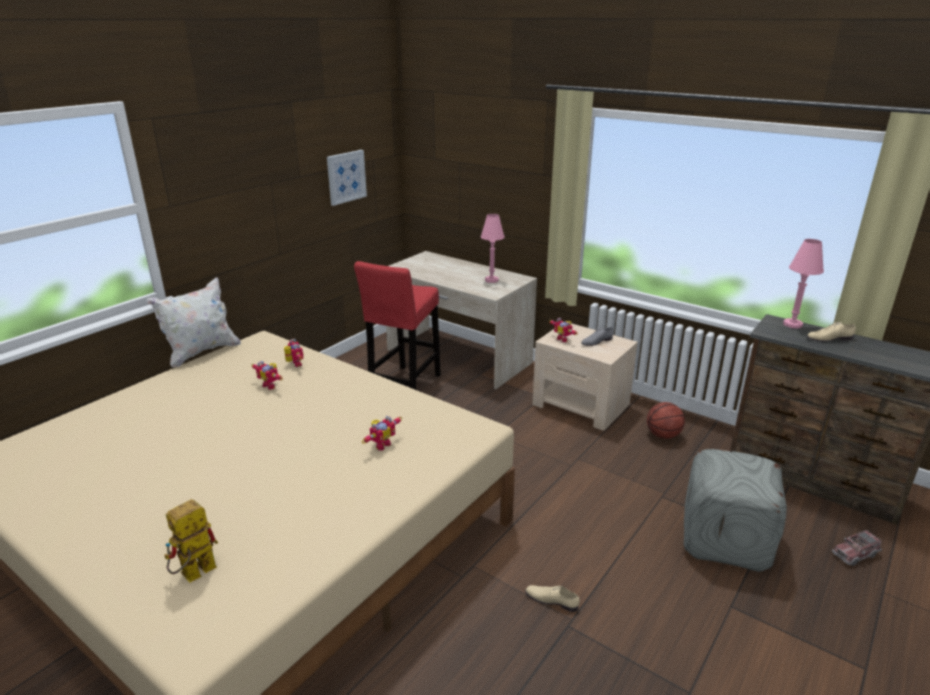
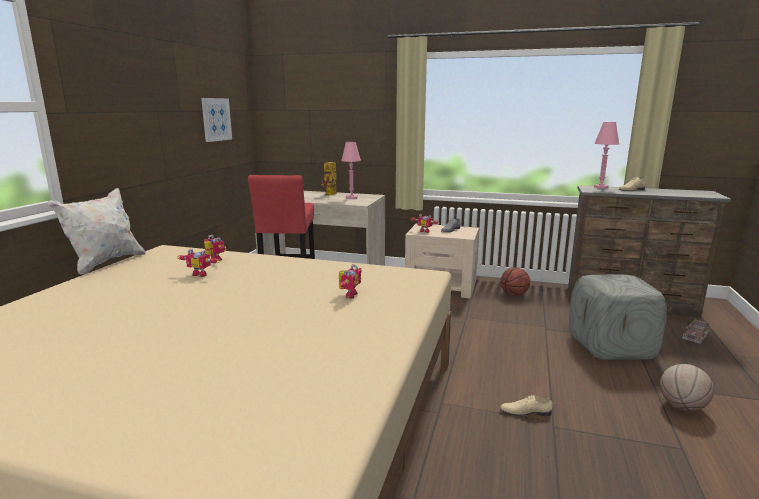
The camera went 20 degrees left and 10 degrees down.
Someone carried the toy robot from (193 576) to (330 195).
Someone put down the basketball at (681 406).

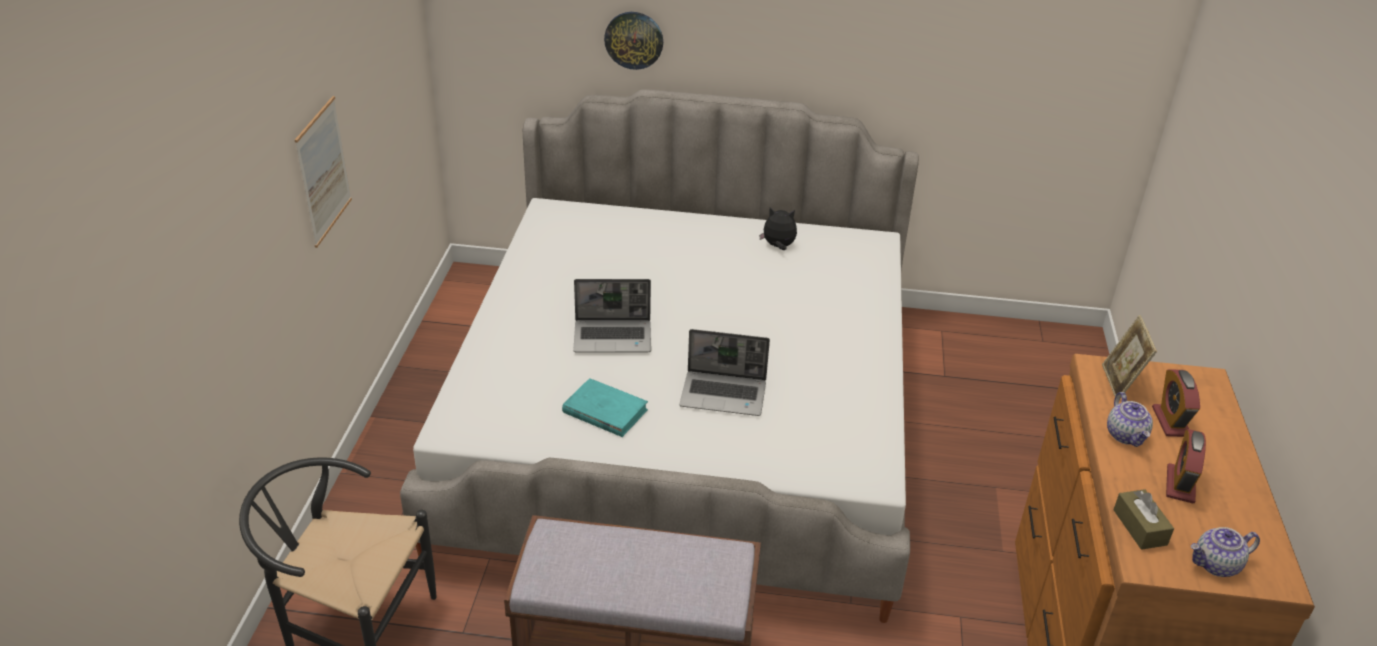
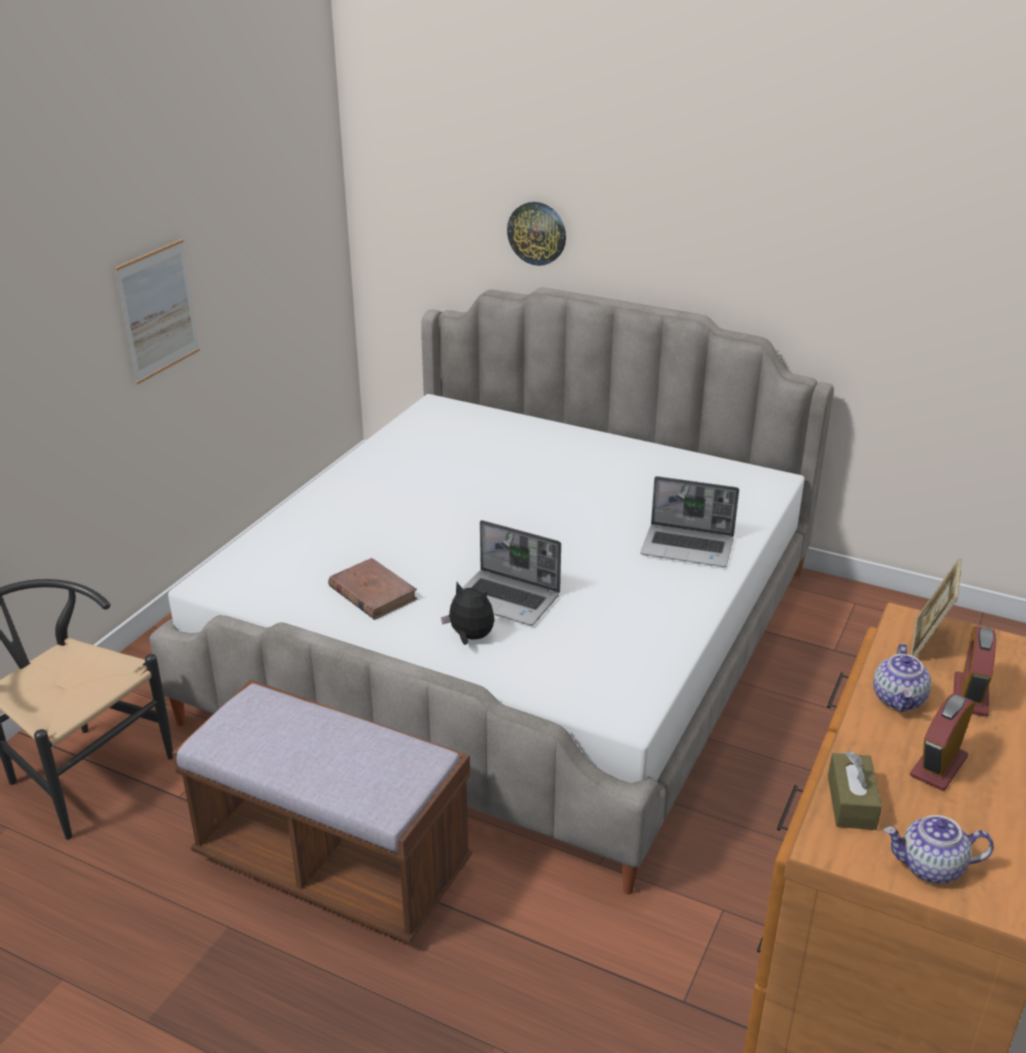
The camera went 20 degrees right and 5 degrees down.
Someone repainted the turquoise book at (604 411), which became the brown book at (372 593).
Someone carried the laptop from (613 337) to (688 547).
Someone carried the plush toy from (778 246) to (470 637).

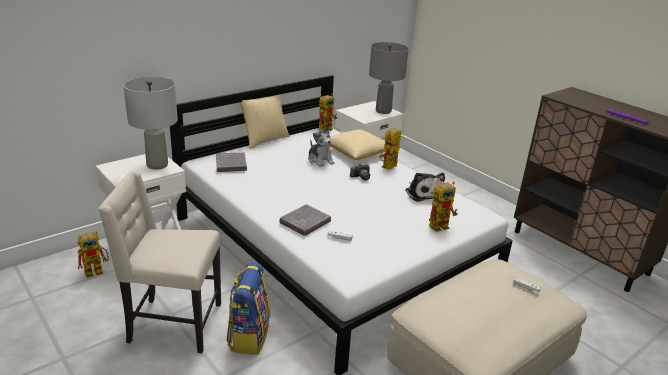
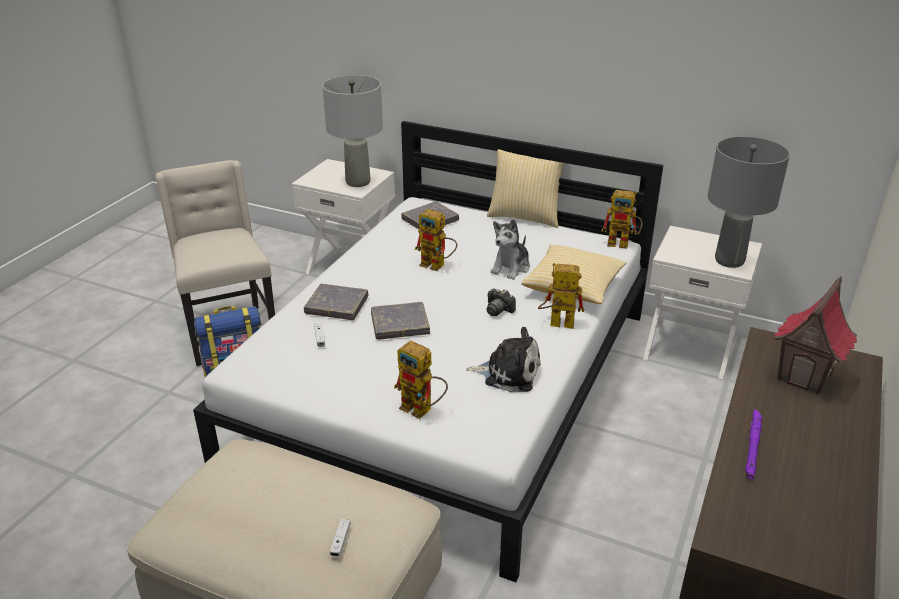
The camera went 65 degrees right and 5 degrees up.
Someone carried the toy robot from (97 270) to (437 265).
Someone rotated the plush toy at (423 193) by 120 degrees counterclockwise.
Someone put down the grey book at (400 324).
Someone put down the toy house at (804 377).

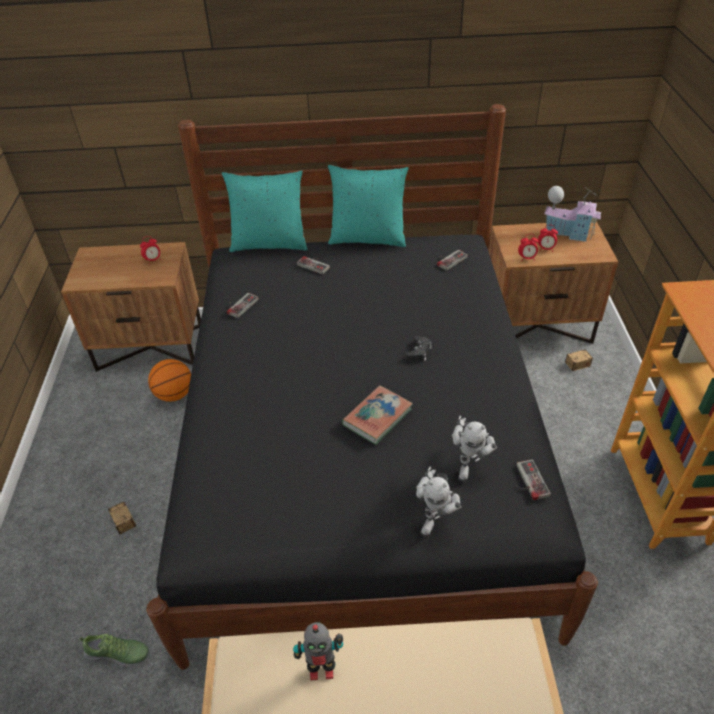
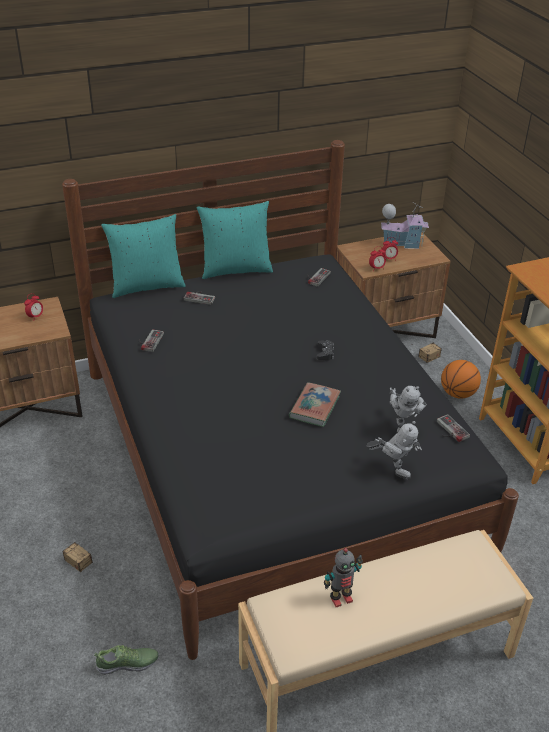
The camera went 20 degrees left and 5 degrees down.
Someone carried the basketball from (174 394) to (458 393).
Someone rotated the toy robot at (436 518) by 60 degrees counterclockwise.

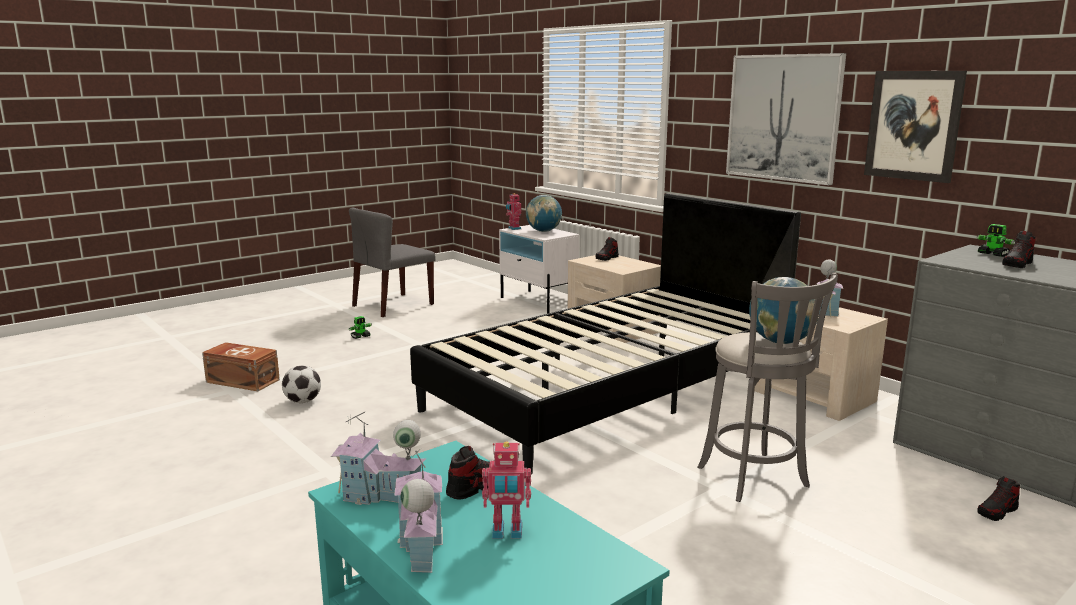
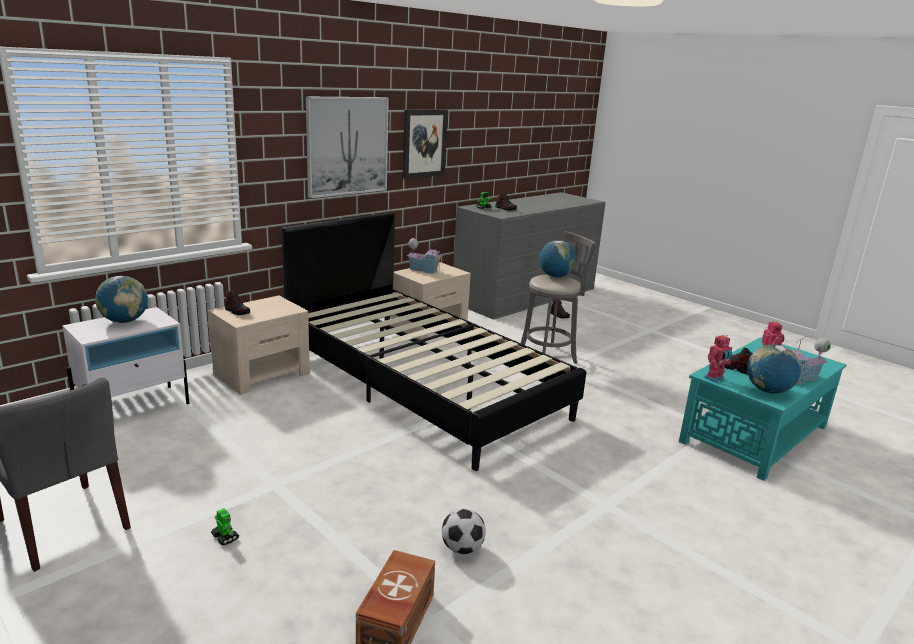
The camera went 95 degrees left and 5 degrees up.
Someone swapped the toy house at (379 495) for the globe at (768 391).
Someone carried the toy robot from (513 228) to (715 379).

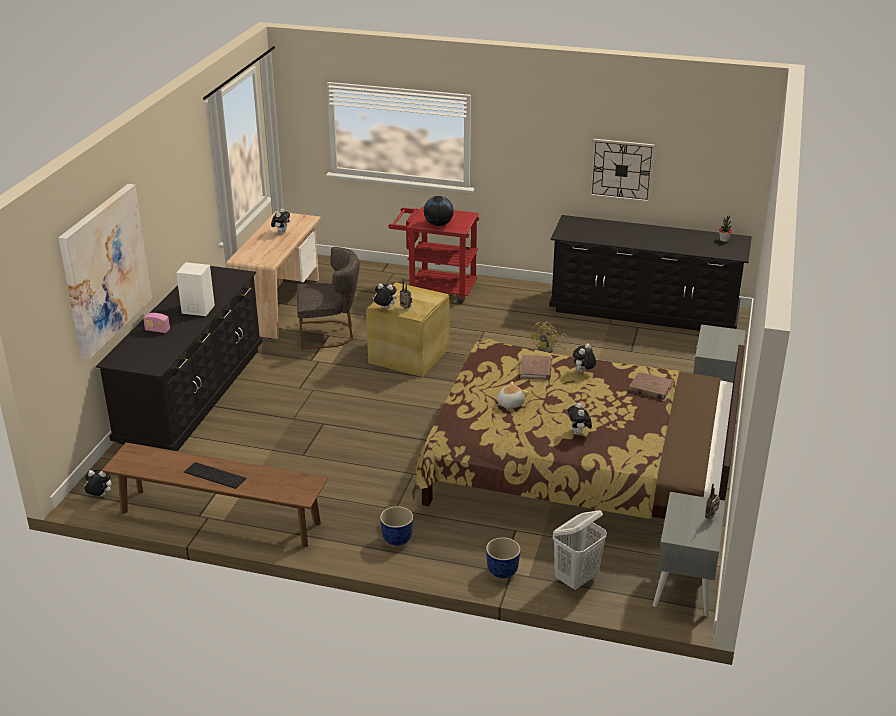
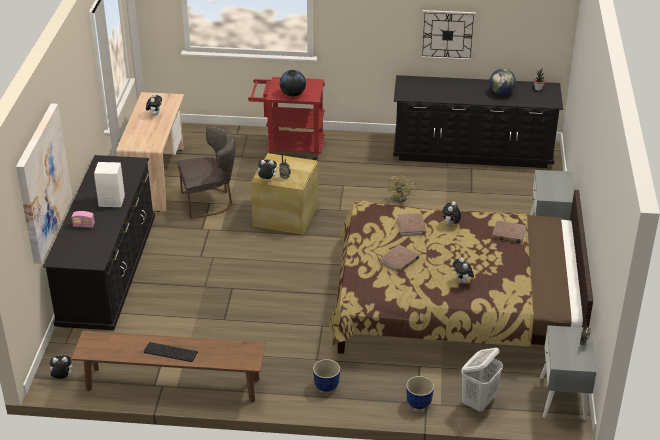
The camera went 10 degrees left and 5 degrees up.
Someone swapped the plush toy at (510 403) for the brown book at (399 260).
Someone put down the globe at (501 93).

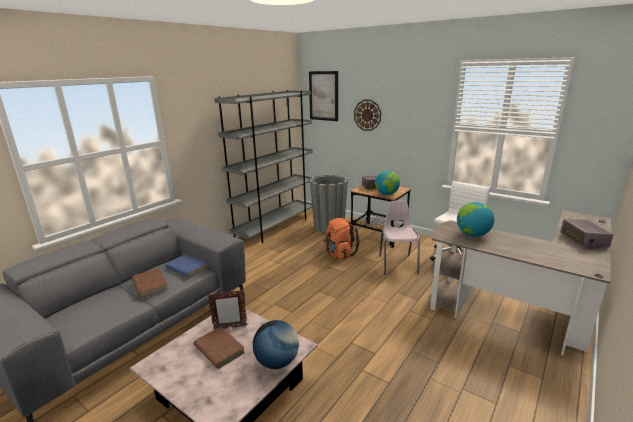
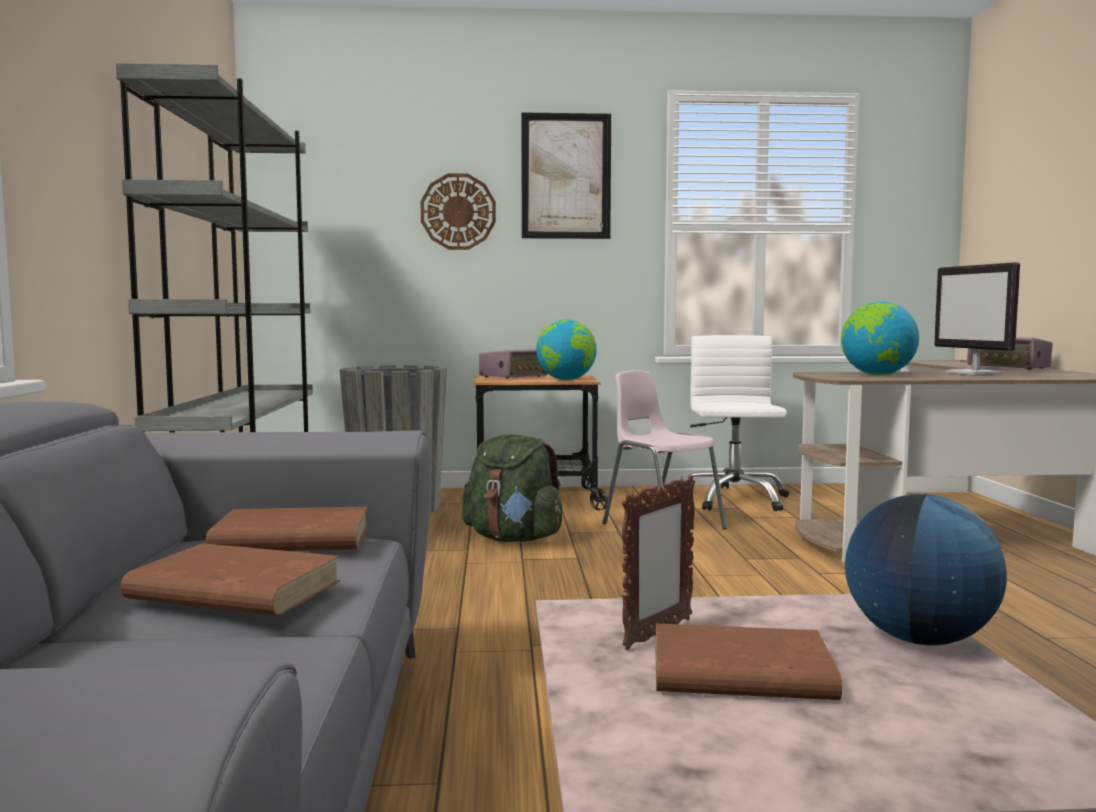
The camera went 40 degrees left and 15 degrees down.
Someone repainted the blue book at (186 267), which became the brown book at (290 540).
Someone carried the picture from (323 96) to (566 176).
Someone repainted the orange backpack at (339 255), which became the green backpack at (513 539).
Someone put down the monitor at (974 374).

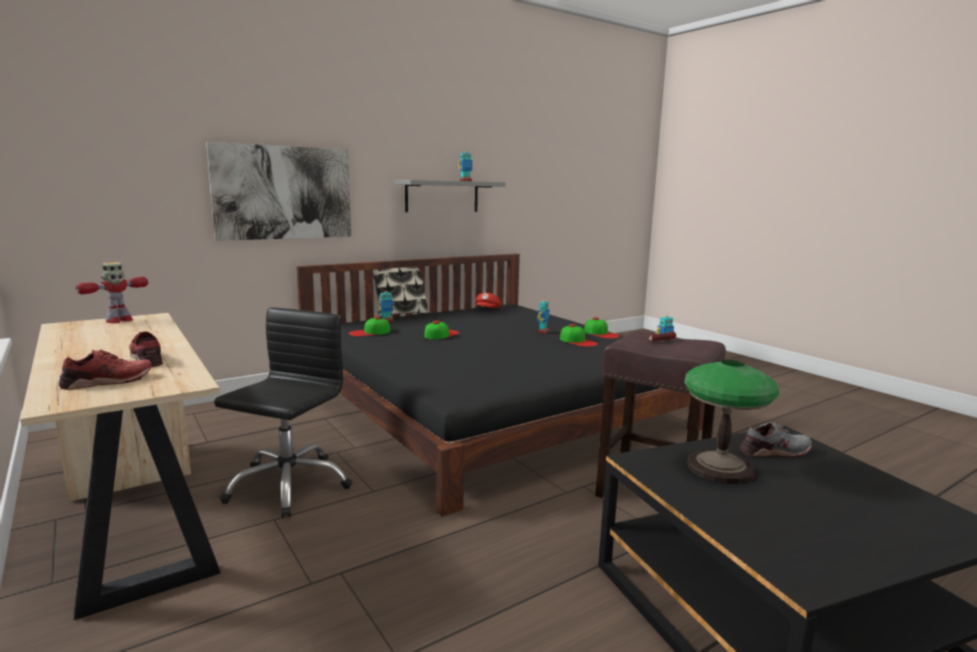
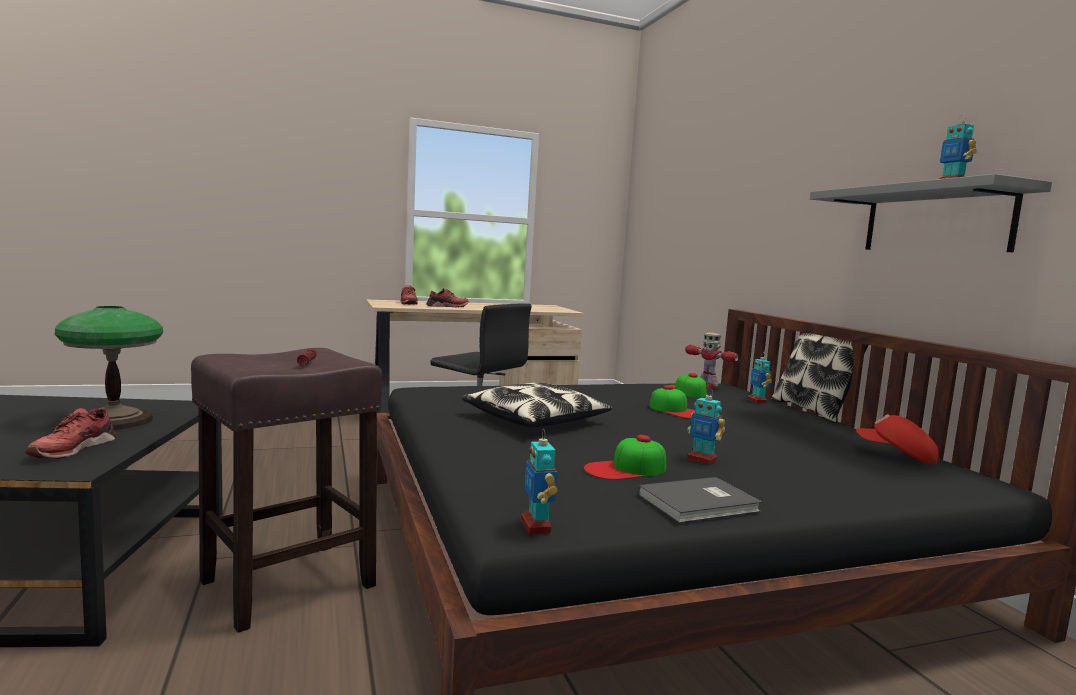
The camera went 105 degrees right and 5 degrees down.
Someone carried the toy robot from (119 320) to (706 386).
Someone took away the picture at (284 192).
Someone swapped the cap at (601 333) for the grey book at (701 504).
Someone repainted the grey shoe at (775 451), which became the red shoe at (72 449).
Someone put down the pillow at (535 419).

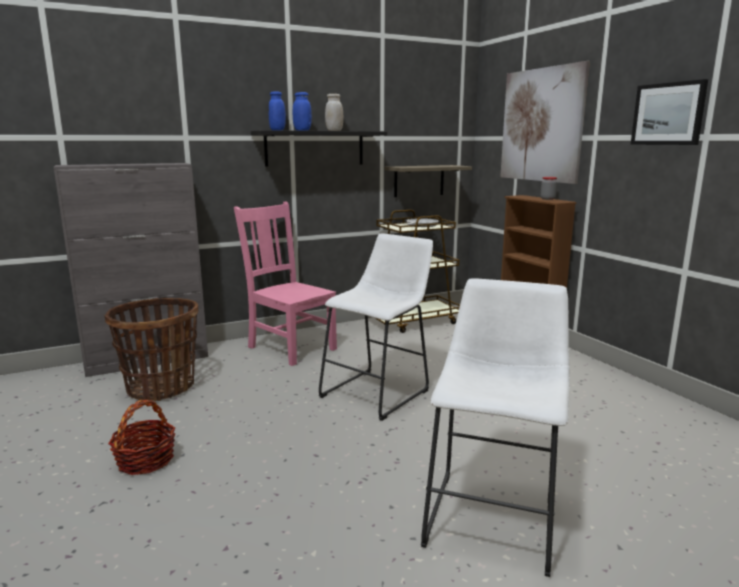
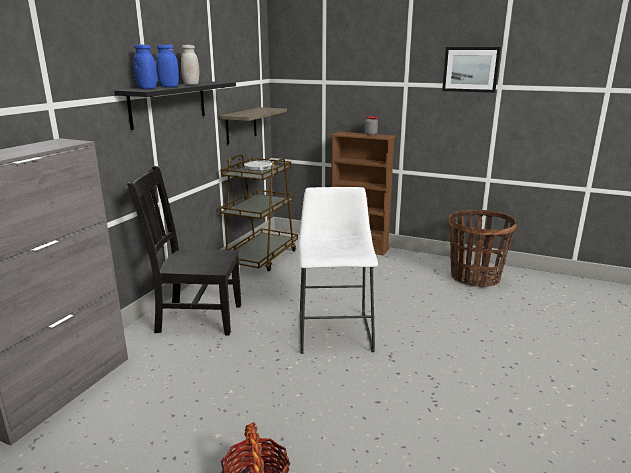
The camera went 40 degrees left and 5 degrees up.
Someone carried the basket from (161 388) to (474 277).
Someone repainted the pink chair at (290 347), which became the black chair at (196 318).
Someone took away the white stool at (493 514).
Someone took away the picture at (541 125).

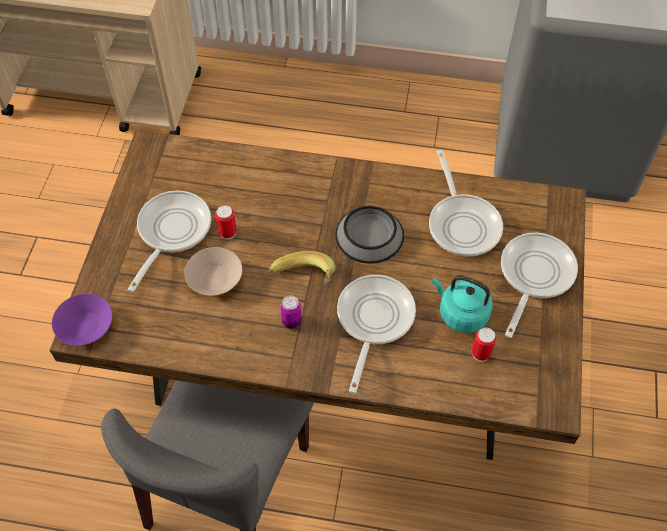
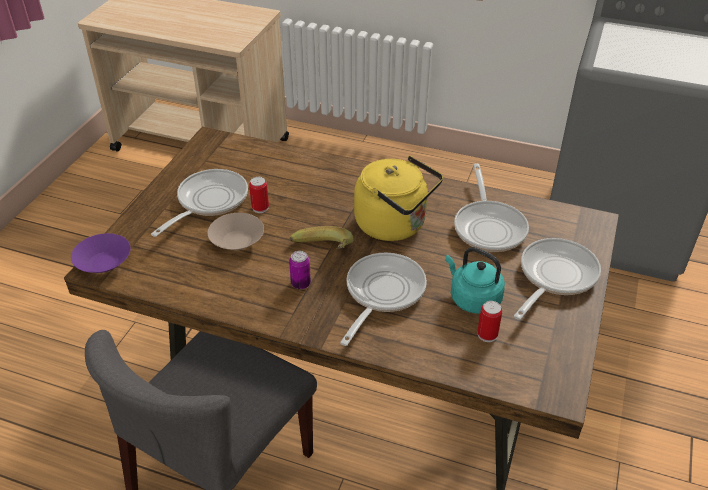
The camera went 10 degrees right and 15 degrees down.
Someone swapped the bowl at (369 235) for the yellow kettle at (395 225).

